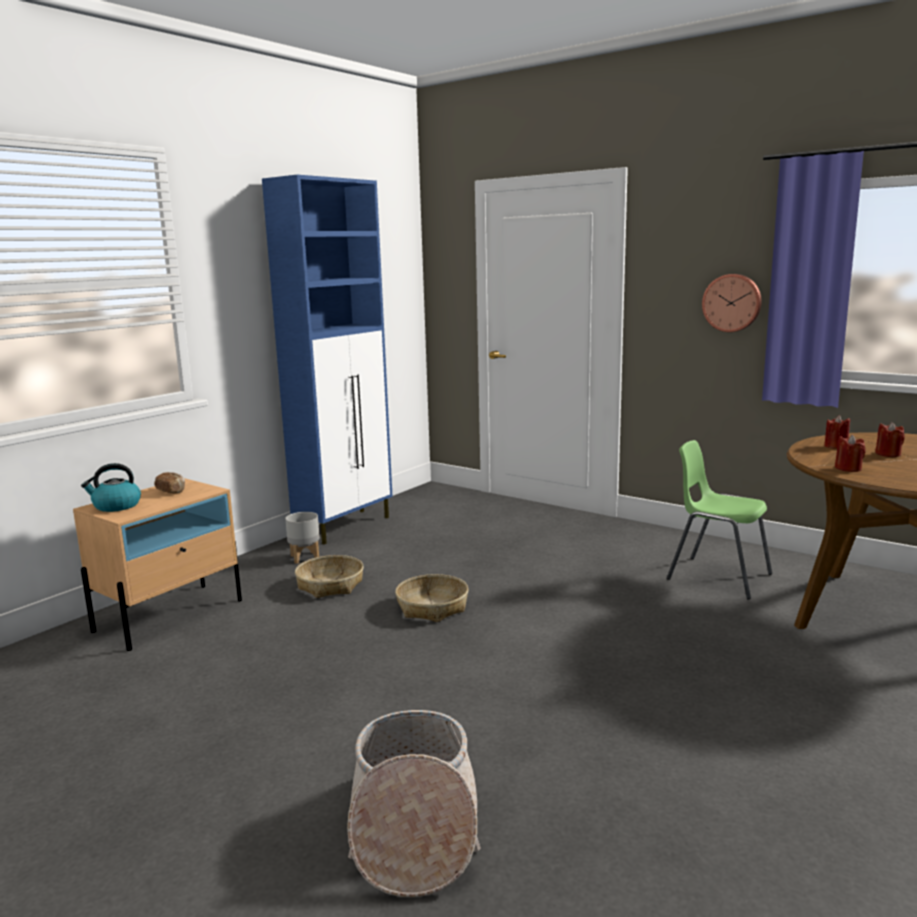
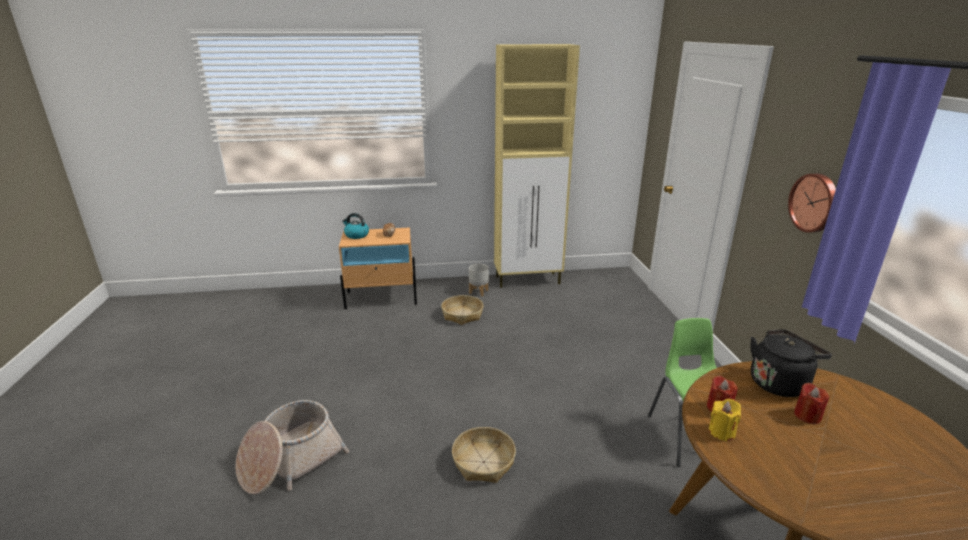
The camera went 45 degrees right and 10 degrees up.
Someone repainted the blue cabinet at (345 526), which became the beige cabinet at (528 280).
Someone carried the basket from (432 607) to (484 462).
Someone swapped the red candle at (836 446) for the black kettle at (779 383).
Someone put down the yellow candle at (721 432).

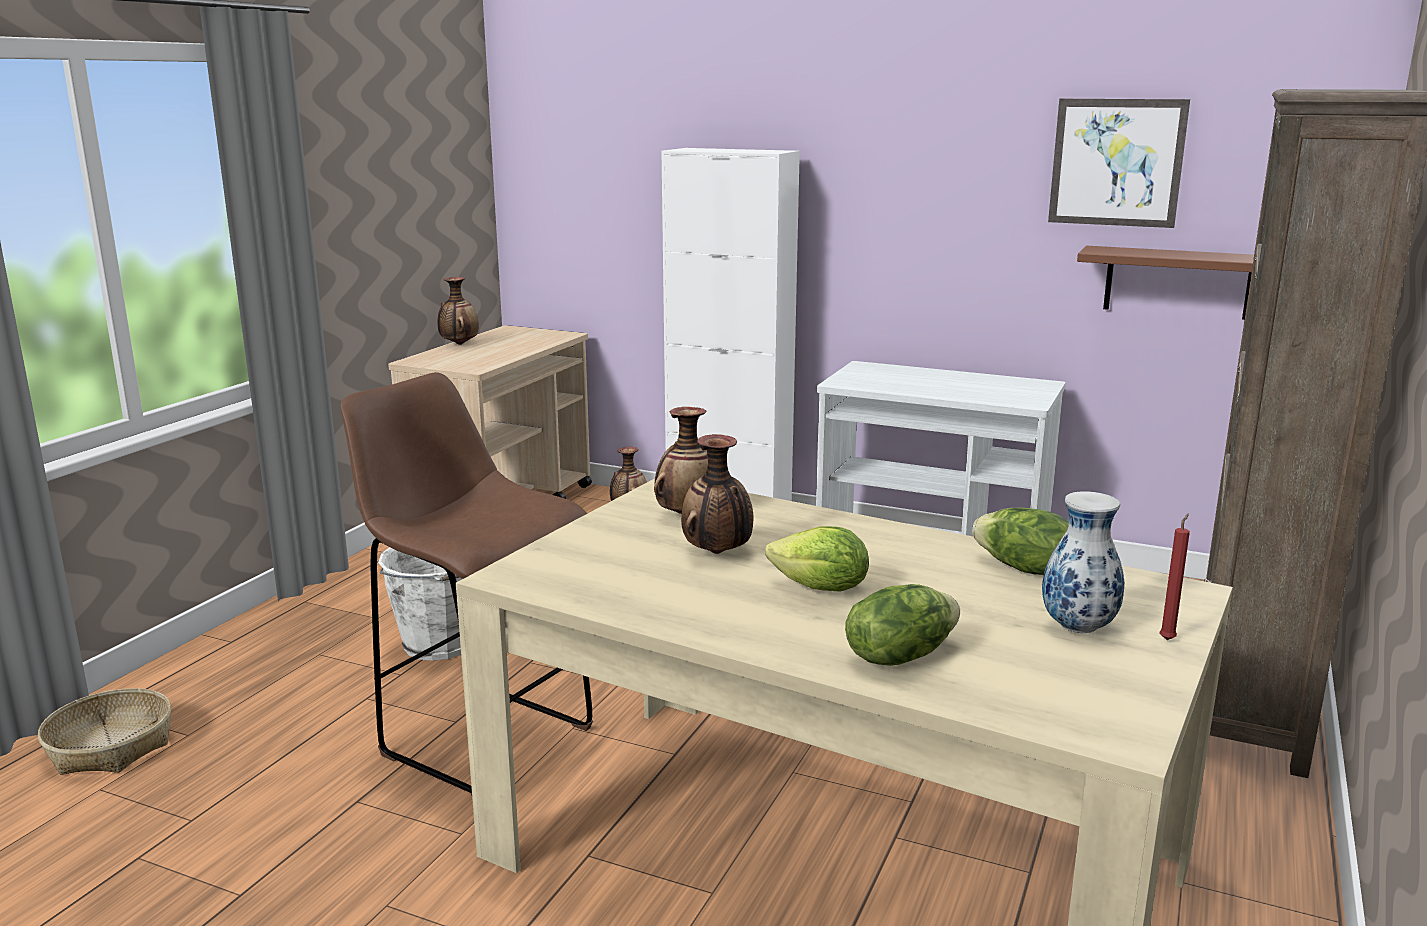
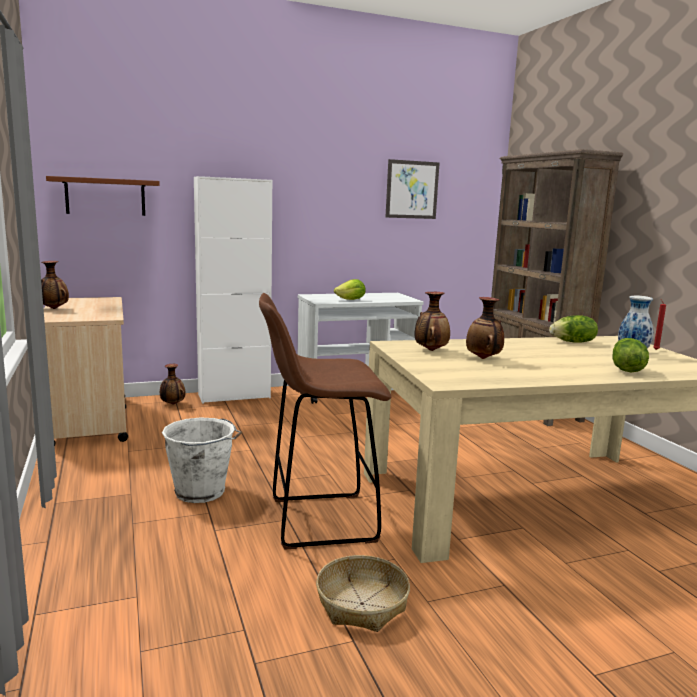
The camera went 45 degrees left and 5 degrees down.
Someone carried the basket from (110 747) to (361 604).
Someone carried the lettuce from (821 589) to (351 300).
Someone carried the brown shelf from (1178 282) to (105 196).

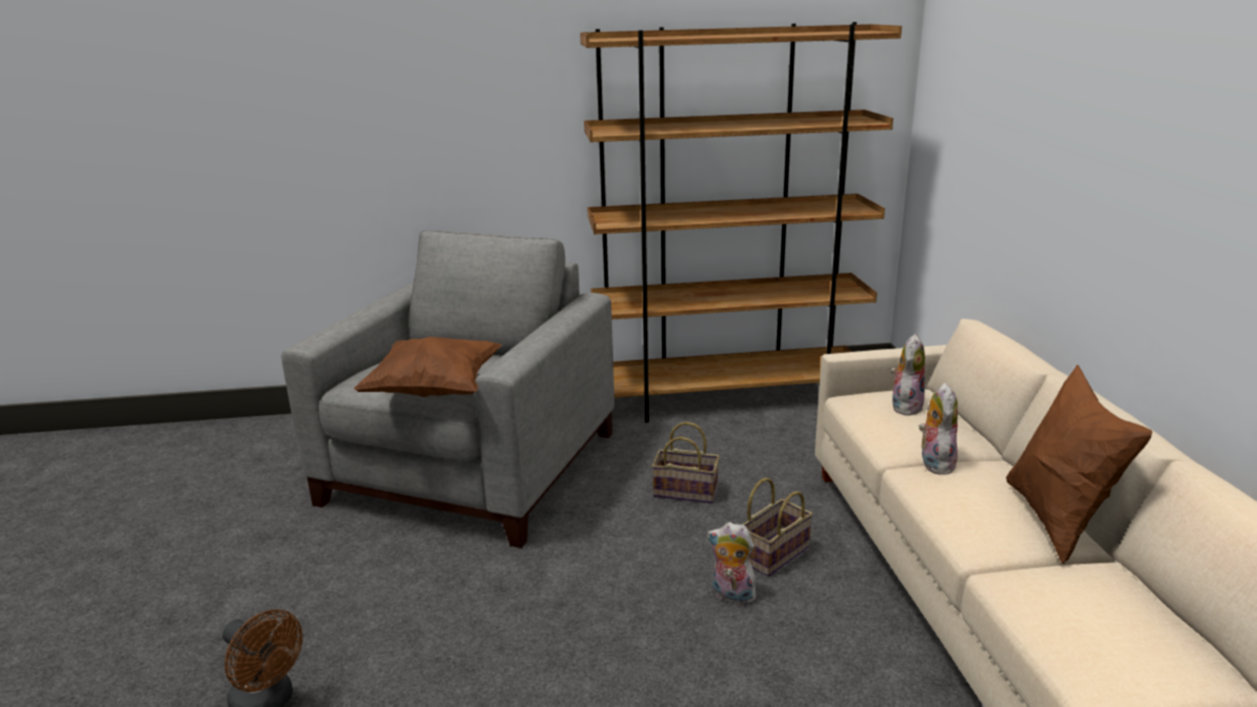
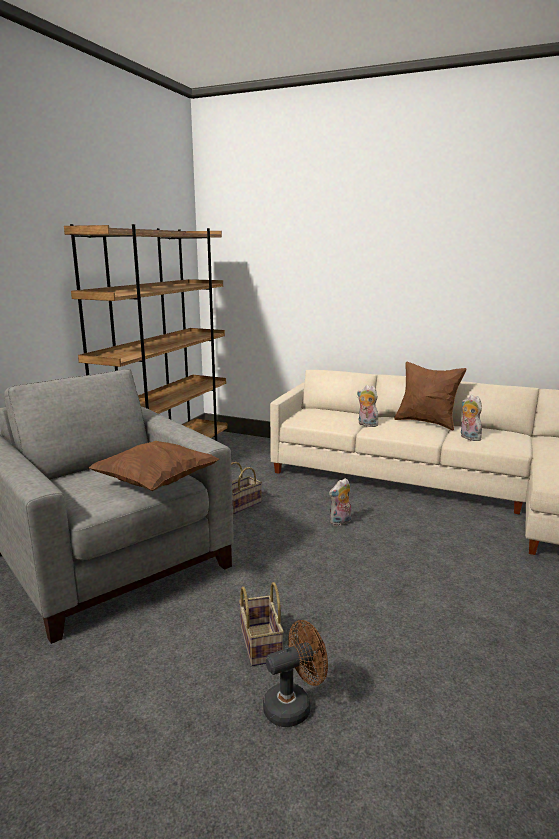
The camera went 60 degrees left and 5 degrees down.
Someone carried the basket from (774 553) to (259 643).
Someone carried the plush toy from (905 406) to (468 437).

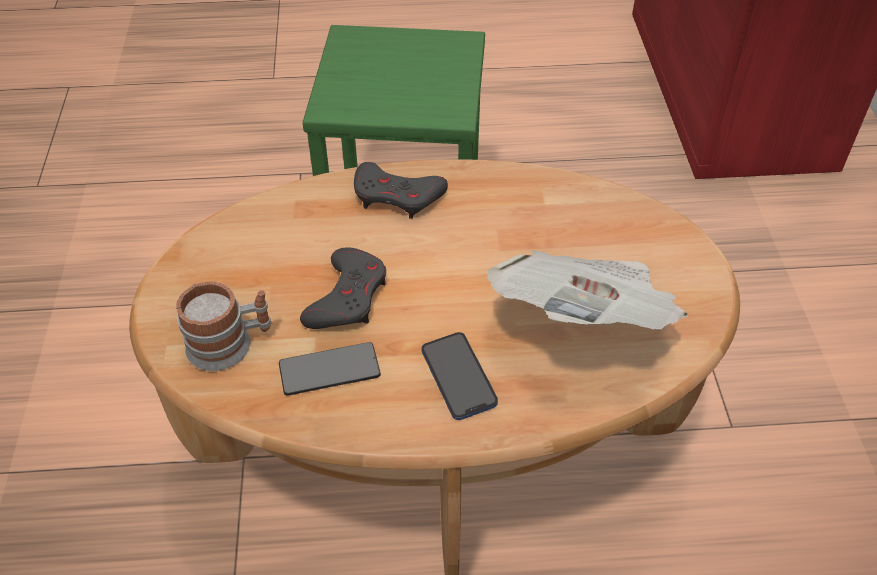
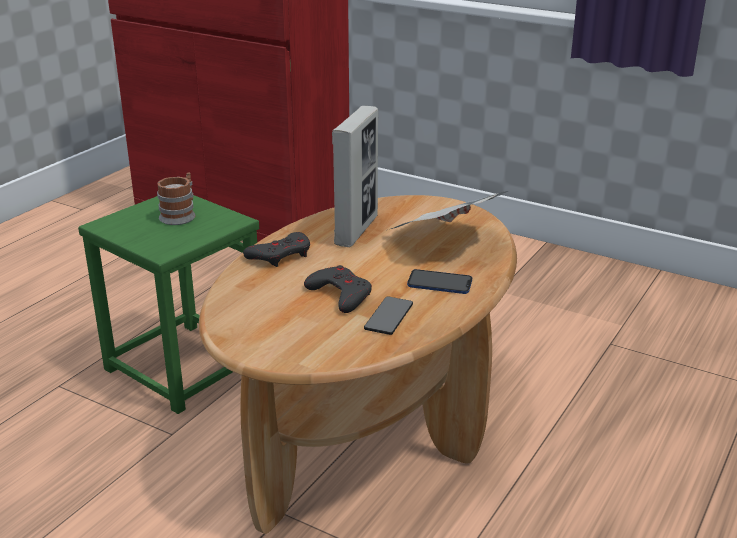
The camera went 55 degrees left and 20 degrees down.
Someone carried the mug from (230 344) to (180 215).
Someone put down the picture frame at (356 230).

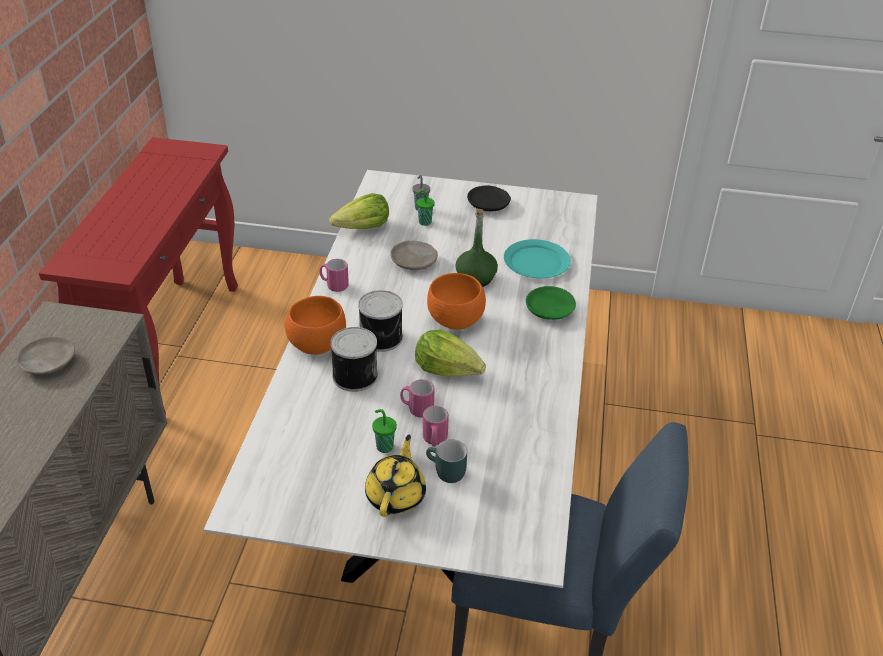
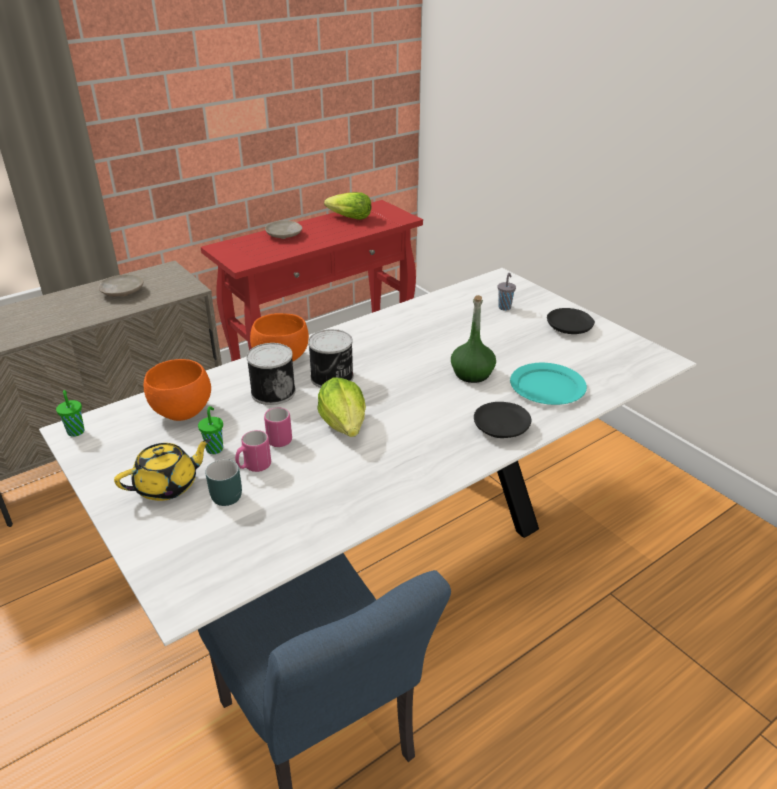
The camera went 45 degrees right and 5 degrees down.
Someone took away the pink mug at (334 285).
Someone carried the lettuce from (363 228) to (349 218).
Someone carried the beige plate from (414 262) to (284 235).
Someone carried the green cup from (424 222) to (76 431).
Someone carried the orange bowl from (456 322) to (181 413).
Someone repainted the green plate at (549 310), which became the black plate at (500 428).

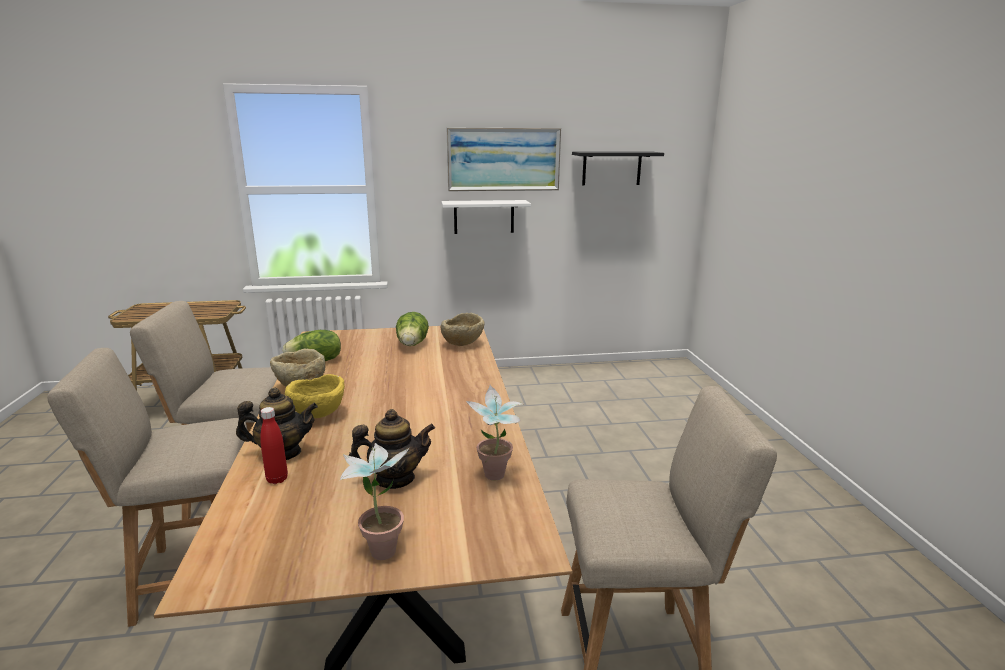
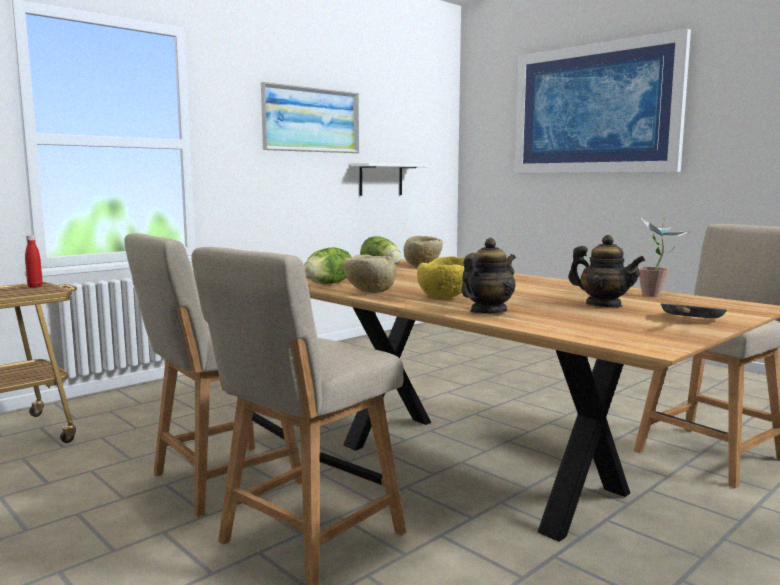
The camera went 35 degrees left and 10 degrees down.
Someone carried the red bottle from (277 479) to (35 286).
Someone swapped the potted plant at (381 545) for the black frying pan at (690 320).
Someone rotated the teapot at (394 479) by 90 degrees clockwise.
Someone carried the white shelf from (484 216) to (381 179).
Someone took away the black shelf at (611 168).
Someone put up the picture at (594 109).

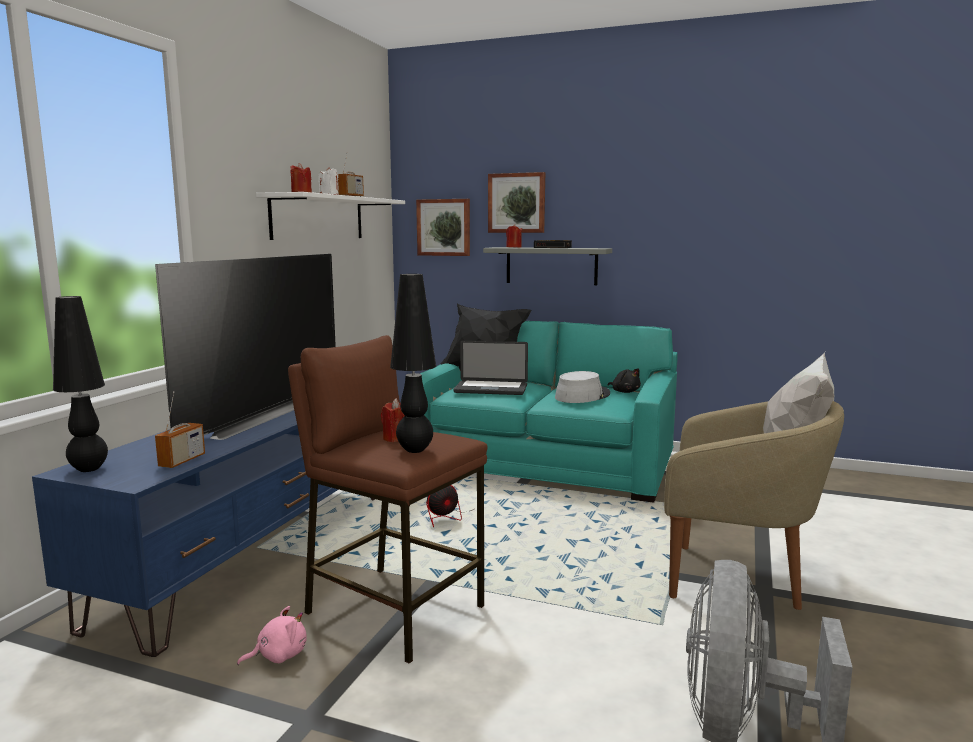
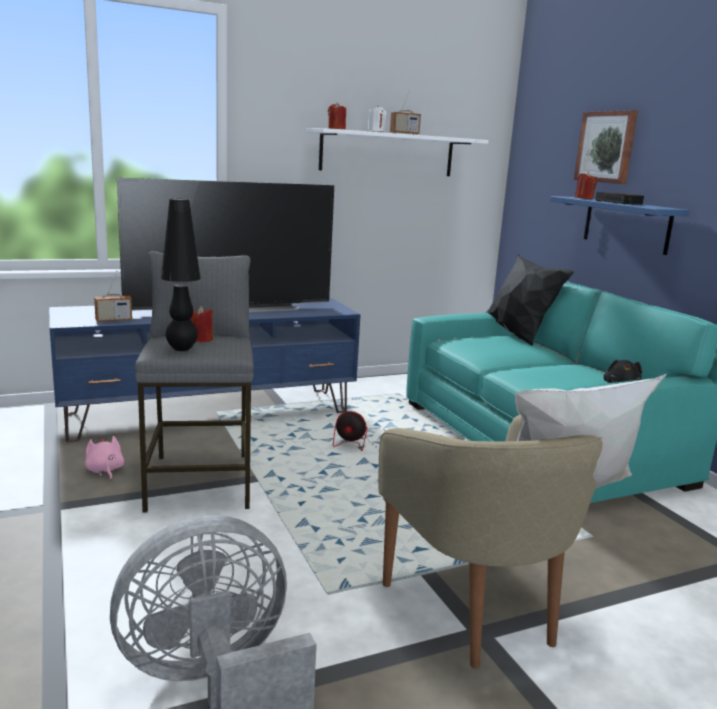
The camera went 45 degrees right and 5 degrees up.
Someone took away the black table lamp at (89 469).
Someone rotated the pink plush toy at (278 655) by 135 degrees counterclockwise.
Someone repainted the brown stool at (394 609), which became the grey stool at (201 481).
Someone took away the picture at (444 227).
Someone took away the laptop at (491 389).
Someone repainted the grey shelf at (551 265), which became the blue shelf at (626 224).
Someone took away the grey hat at (582 396).

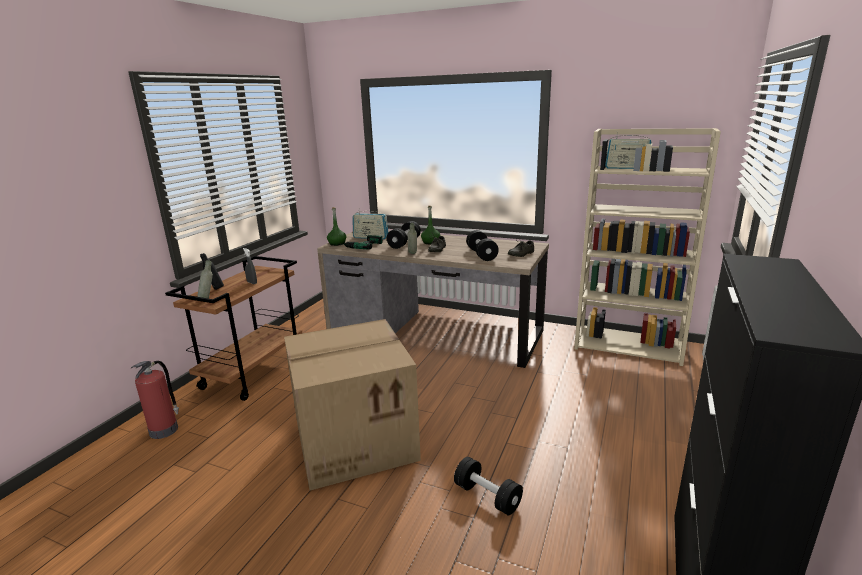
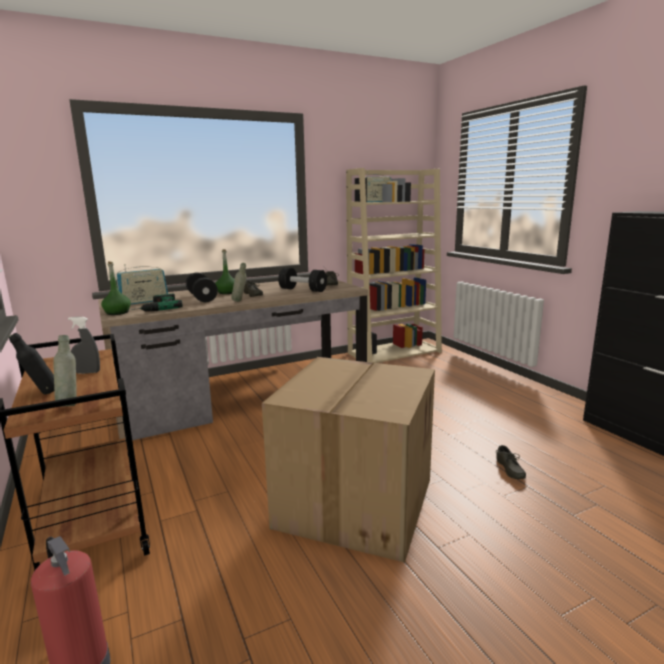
The camera went 50 degrees left and 5 degrees down.
Someone swapped the black dumbbell at (487 496) for the grey shoe at (508 470).

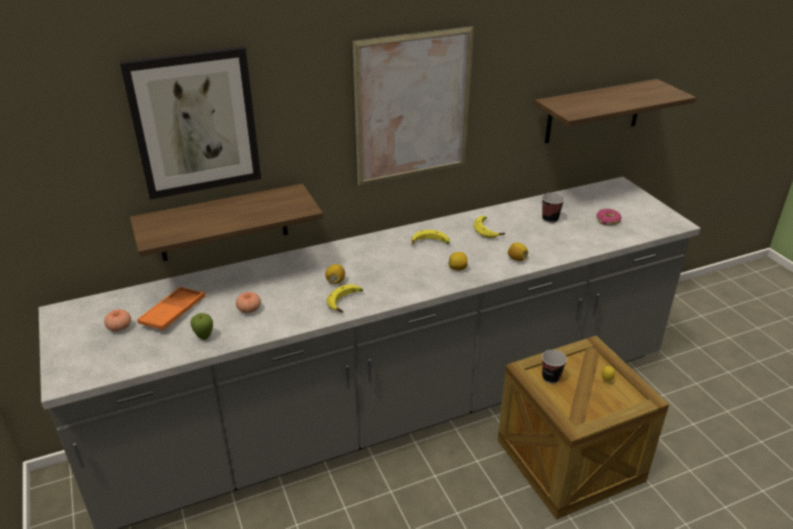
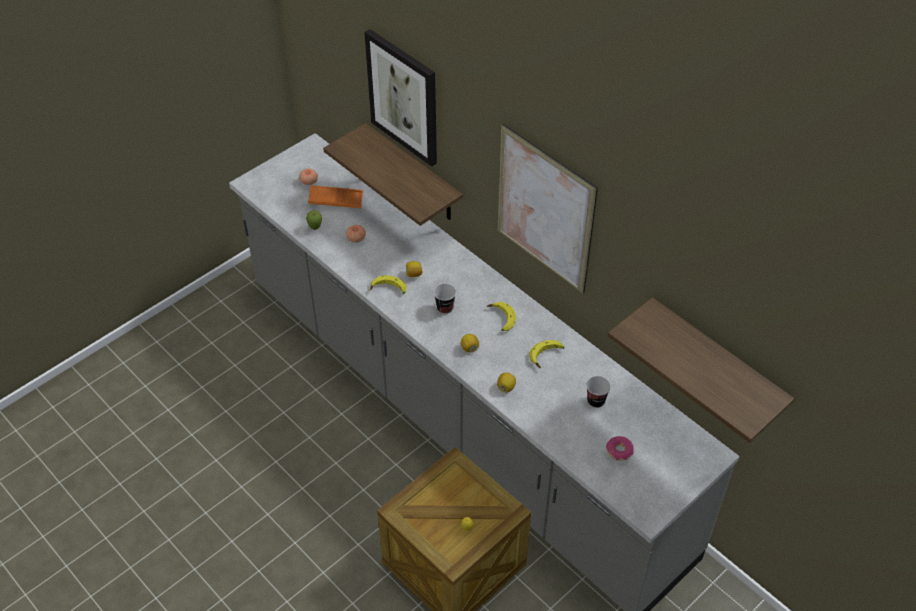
The camera went 70 degrees right and 15 degrees up.
Someone carried the cup from (551 377) to (445 308).

